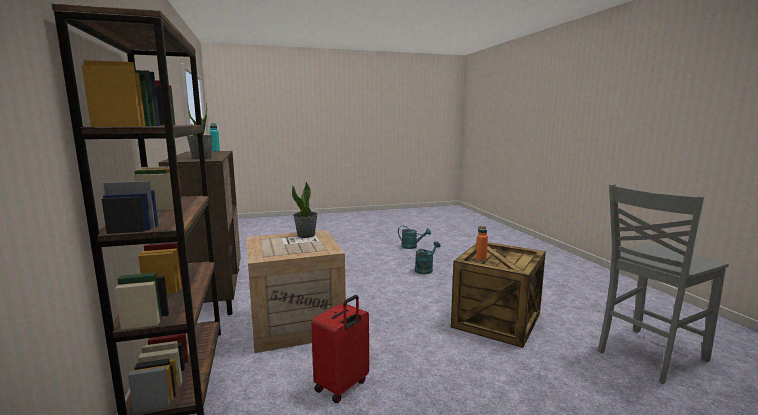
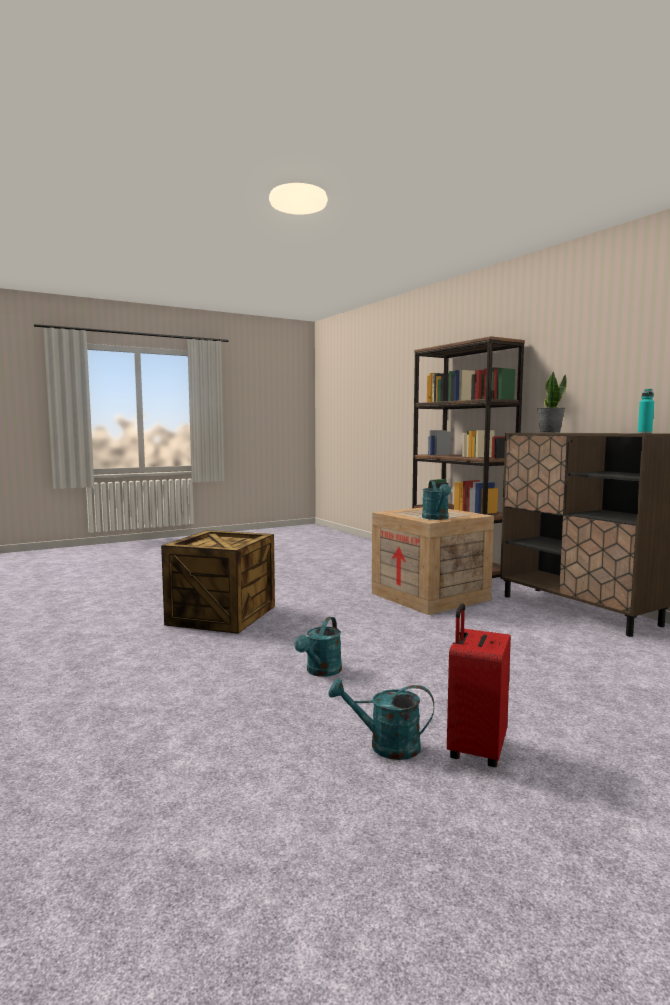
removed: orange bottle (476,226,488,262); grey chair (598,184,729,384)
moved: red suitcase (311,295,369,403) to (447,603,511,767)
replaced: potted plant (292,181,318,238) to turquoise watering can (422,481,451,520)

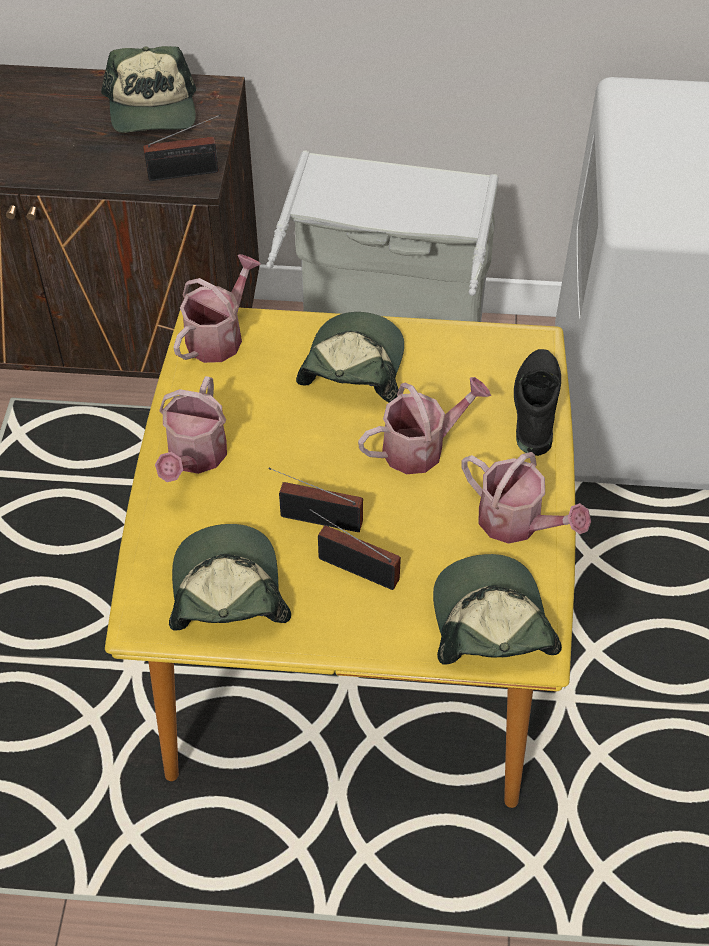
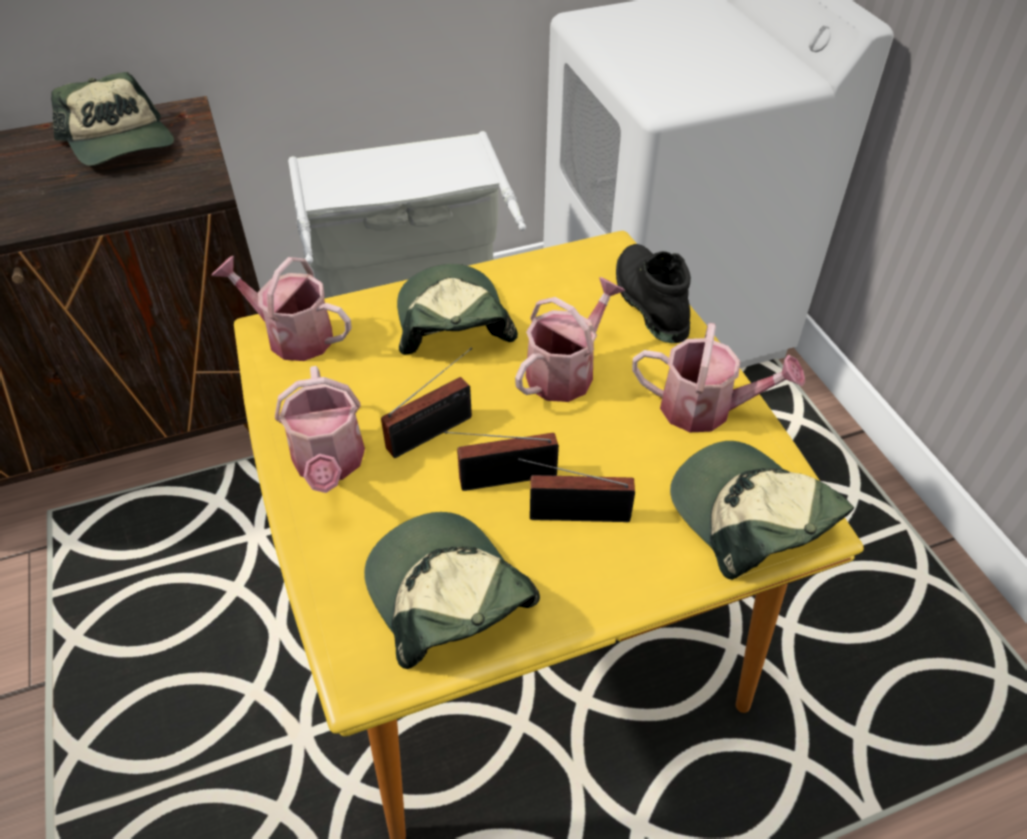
moved: radio (143,114,221,181) to (381,347,472,458)
turned: watering can (173,254,261,363) = (211,256,352,361) 75 degrees counterclockwise

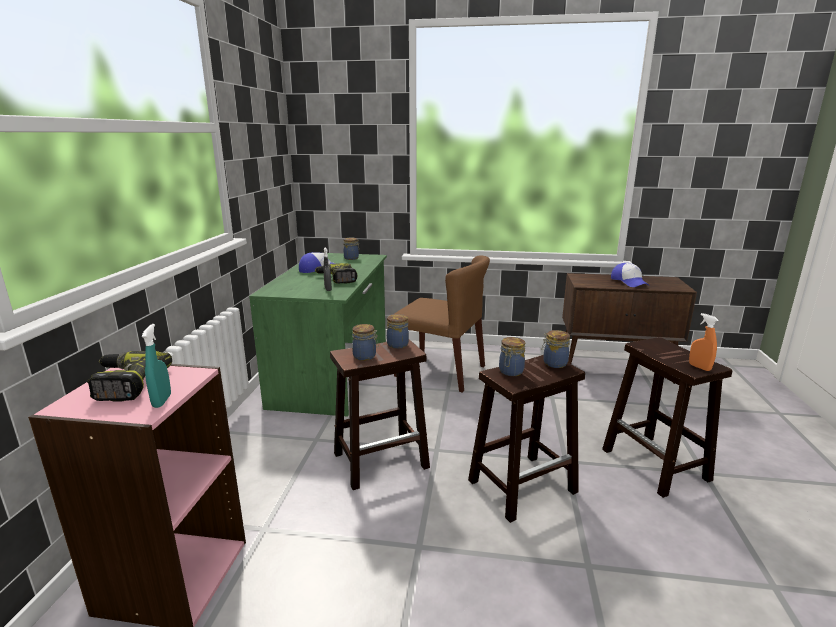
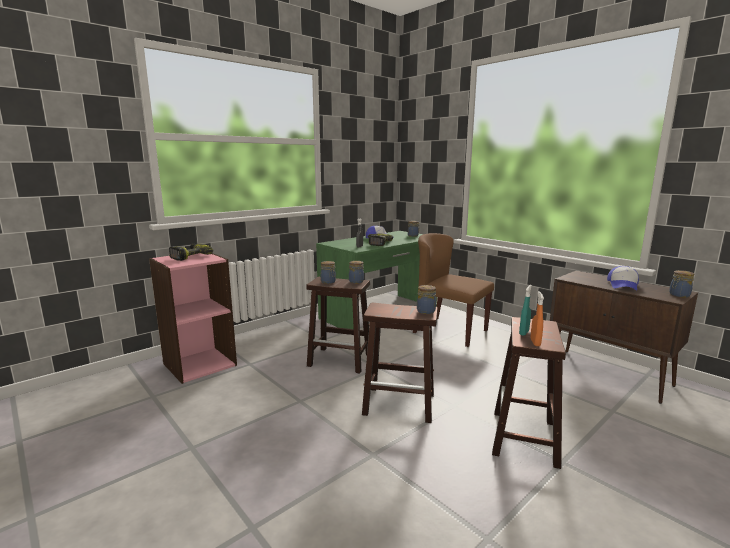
moved: turquoise spray bottle (142,324,171,408) to (519,285,532,336); jar (499,337,525,376) to (669,270,694,297)
turned: brown chair (394,255,490,393) = (413,233,494,347) 150 degrees clockwise

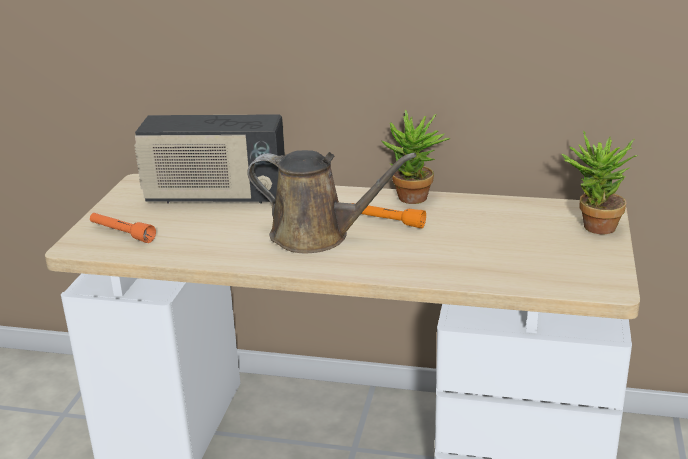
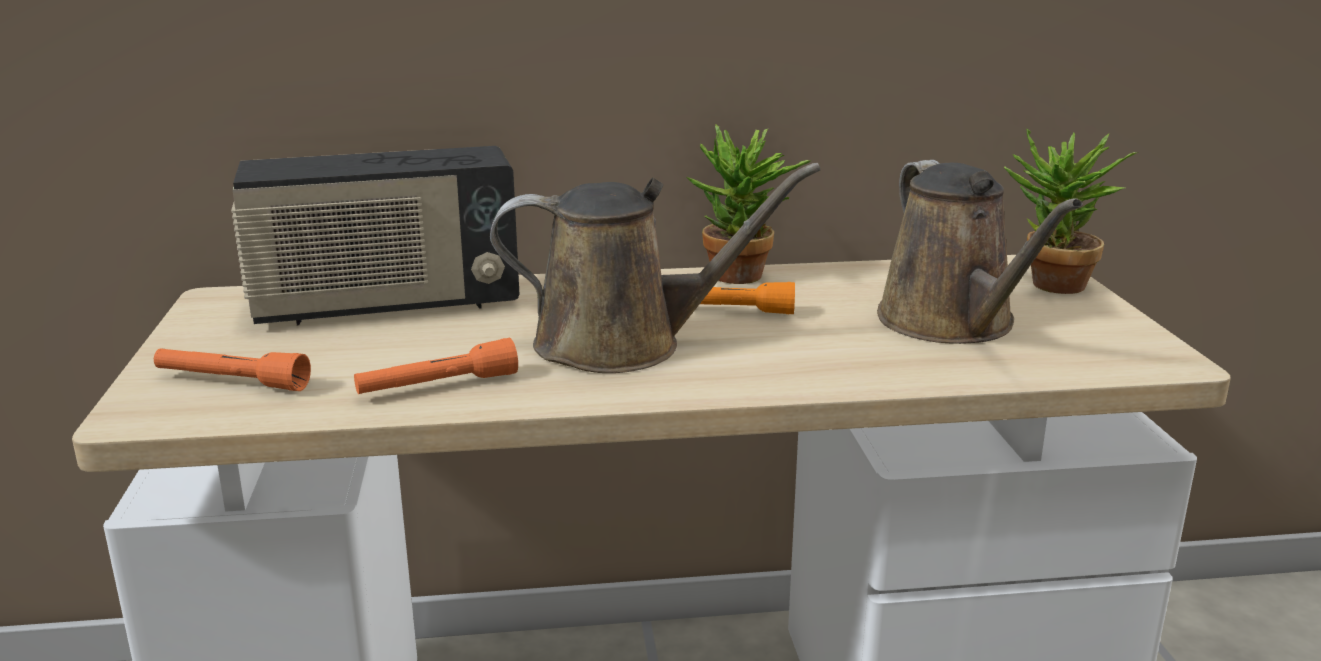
added: orange flashlight (354,338,518,394); brown watering can (877,160,1083,344)

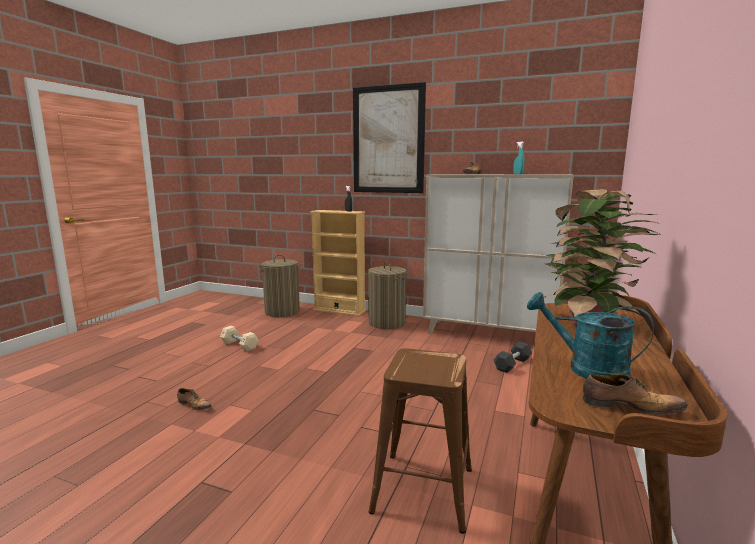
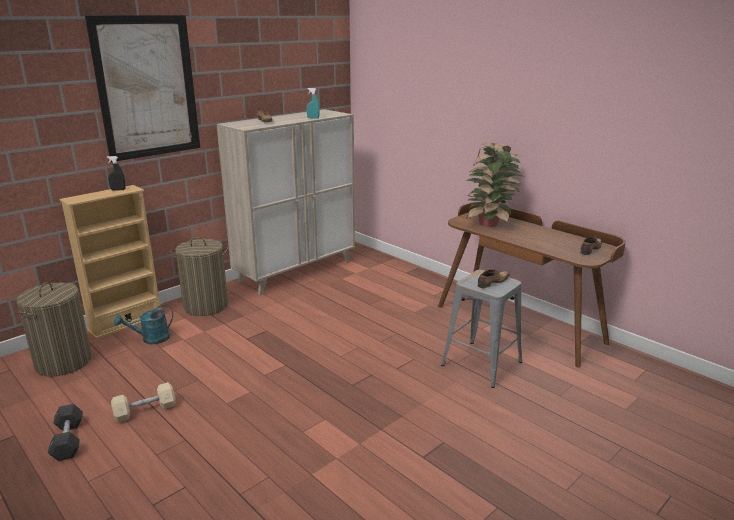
moved: shoe (177,388,211,410) to (478,269,510,288); black dumbbell (494,342,532,373) to (48,404,83,461); turquoise watering can (527,292,654,379) to (114,305,173,344)
recoloured: brown stool (369,348,472,534) to grey stool (441,270,522,388)

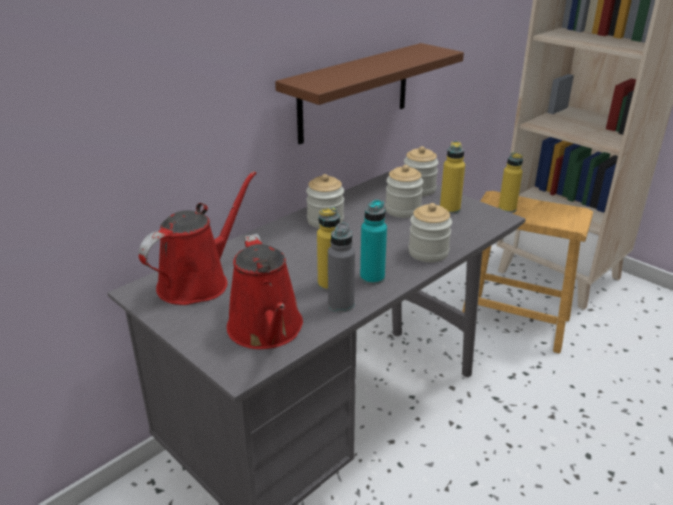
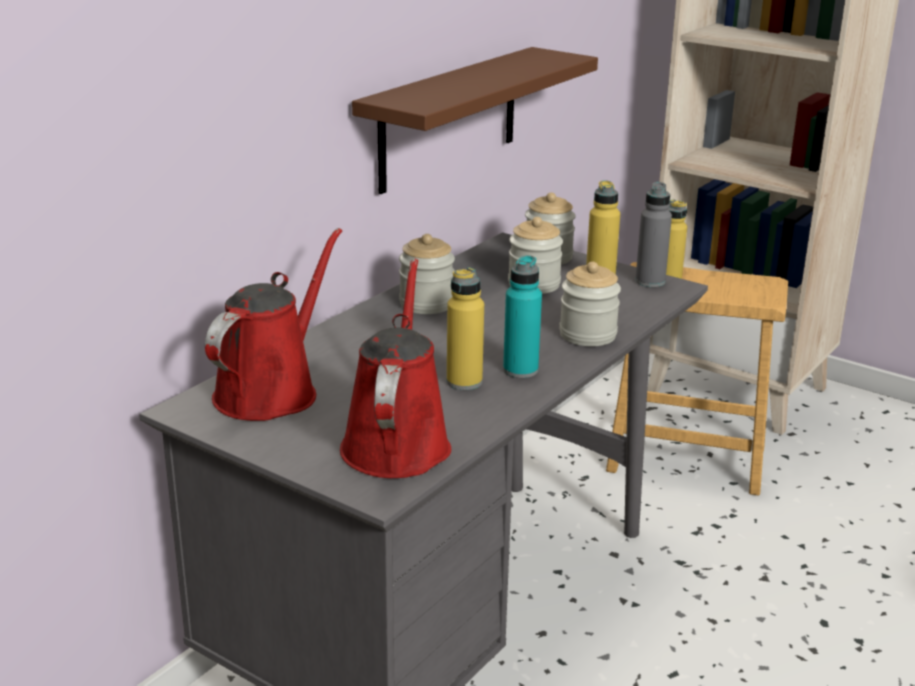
moved: grey bottle (328,222,355,312) to (635,182,672,287)
turned: red watering can (227,234,303,349) = (340,259,451,478) 150 degrees counterclockwise

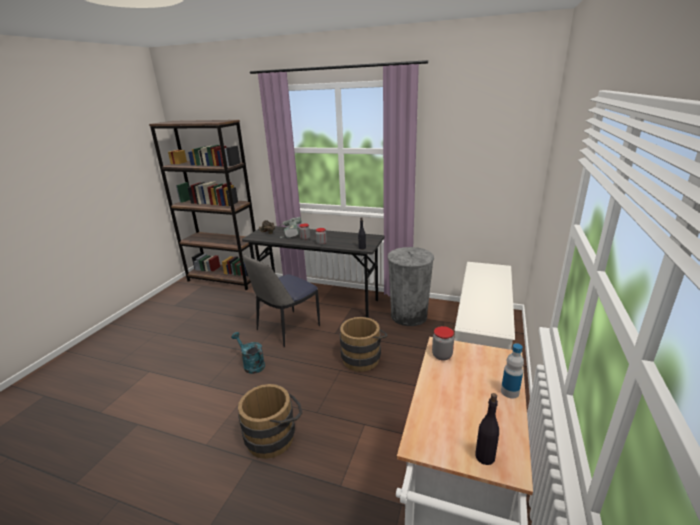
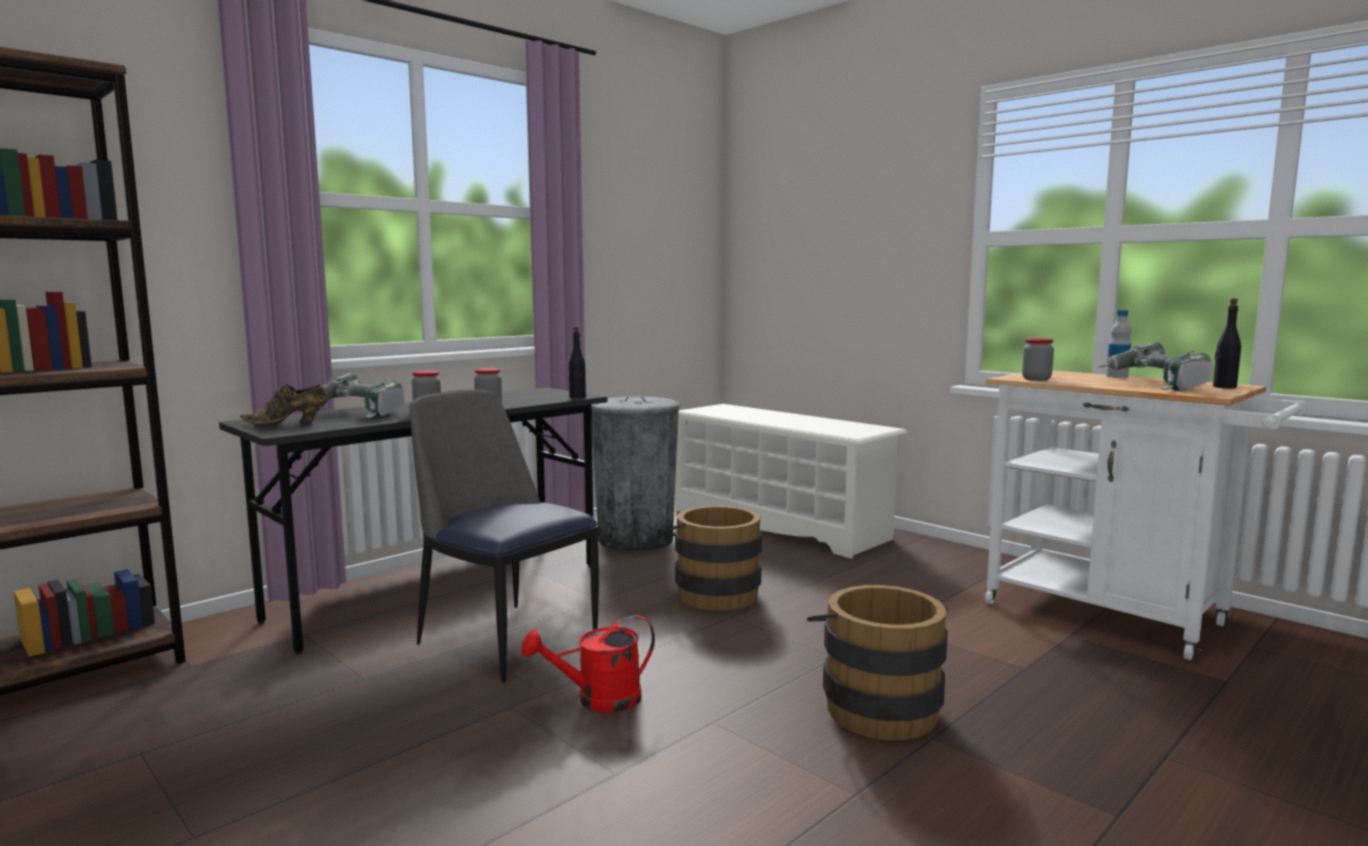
added: power drill (1098,342,1212,390)
recoloured: turquoise watering can (231,332,265,374) to red watering can (522,615,655,713)
turned: chair (243,254,320,347) = (409,390,599,683) 150 degrees clockwise

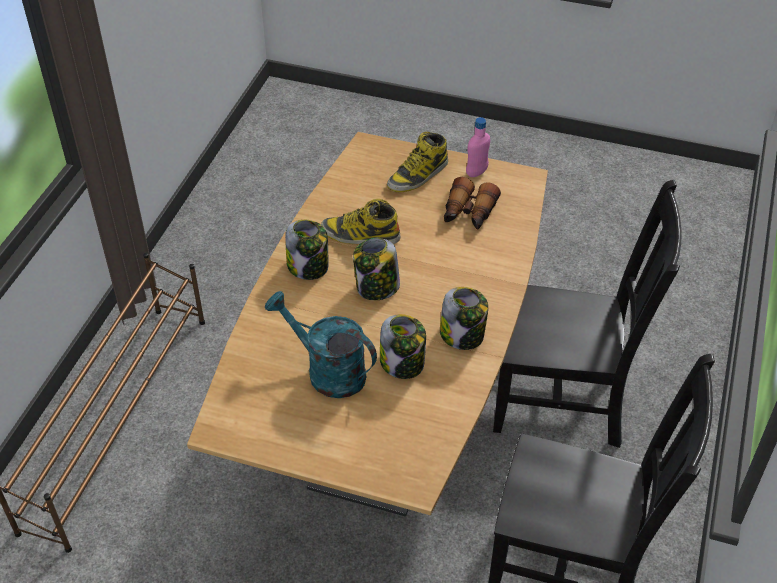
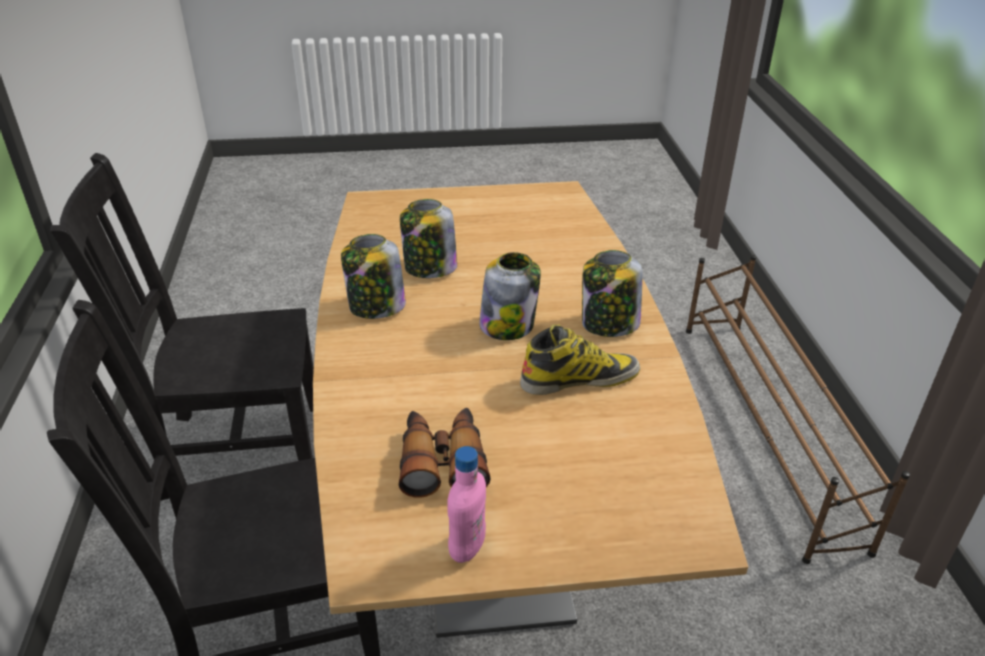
removed: turquoise watering can (265,291,377,398); boot (387,132,448,192)

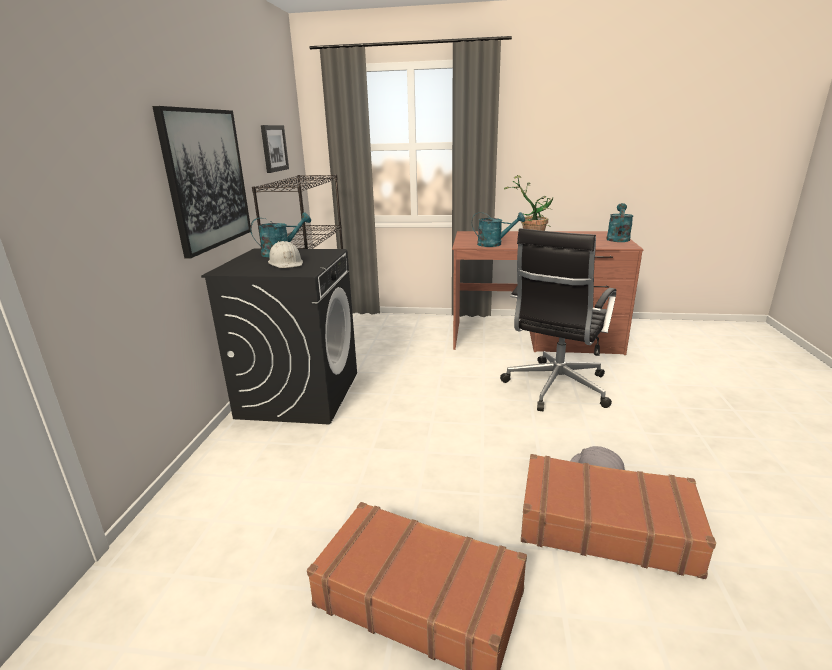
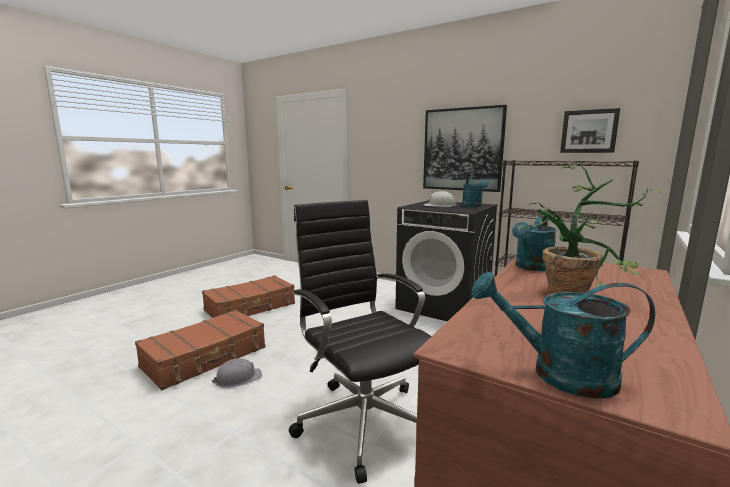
turned: turquoise watering can (606,203,634,242) = (471,272,655,399) 150 degrees clockwise

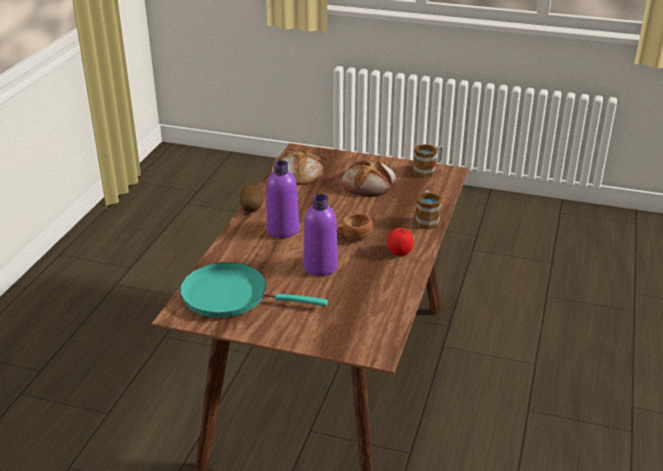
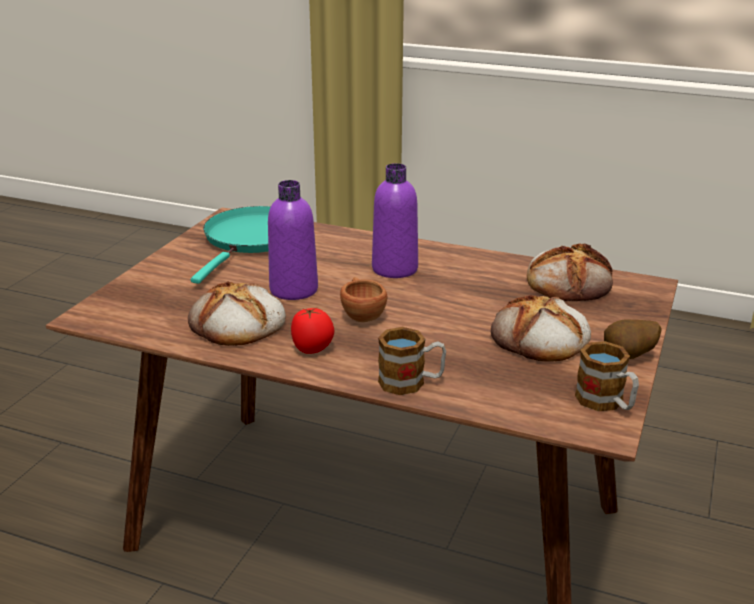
added: bread (188,281,286,346)
moved: potato (240,184,263,212) to (604,319,662,359)

